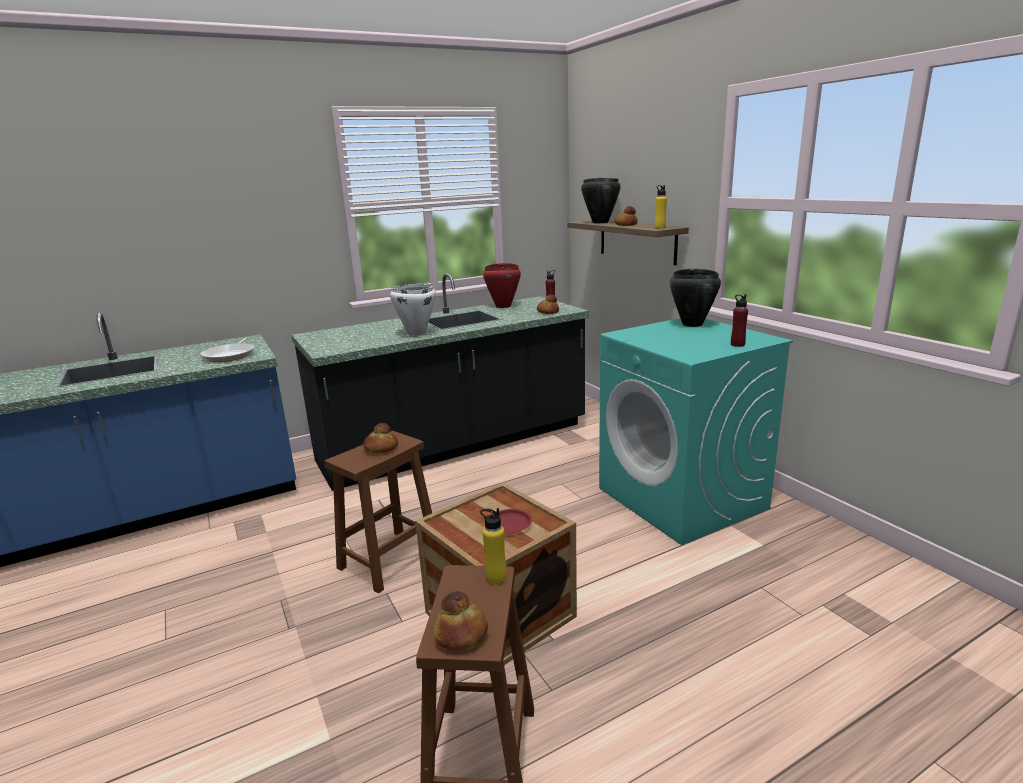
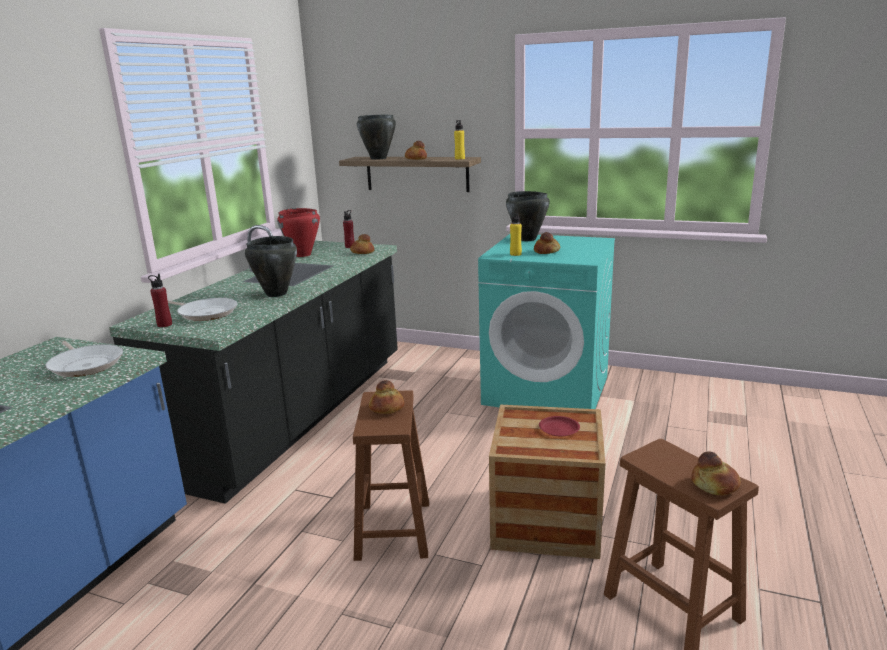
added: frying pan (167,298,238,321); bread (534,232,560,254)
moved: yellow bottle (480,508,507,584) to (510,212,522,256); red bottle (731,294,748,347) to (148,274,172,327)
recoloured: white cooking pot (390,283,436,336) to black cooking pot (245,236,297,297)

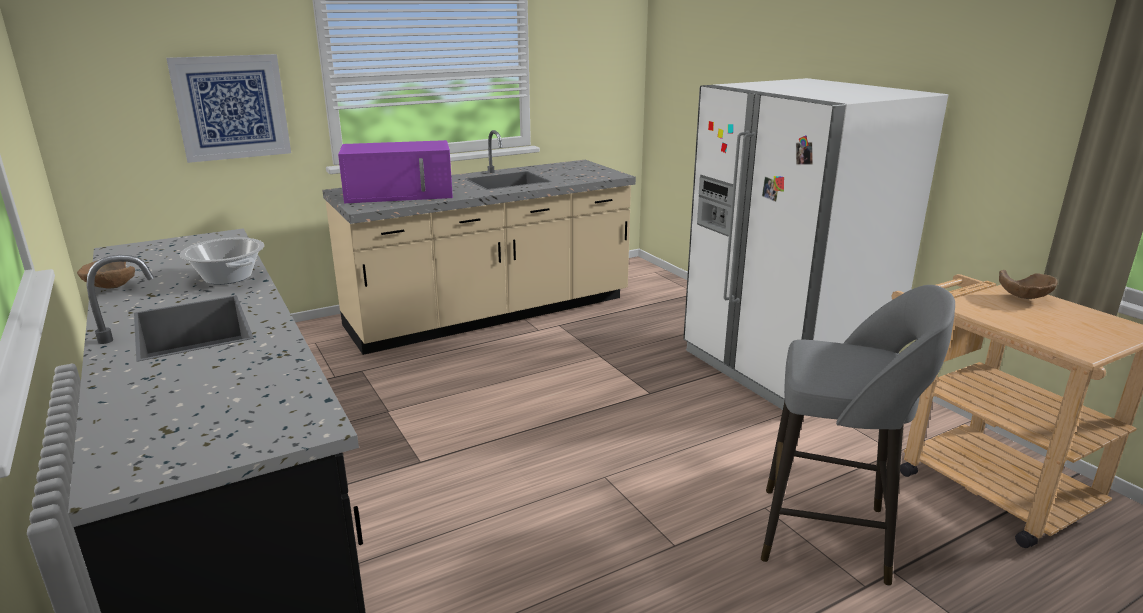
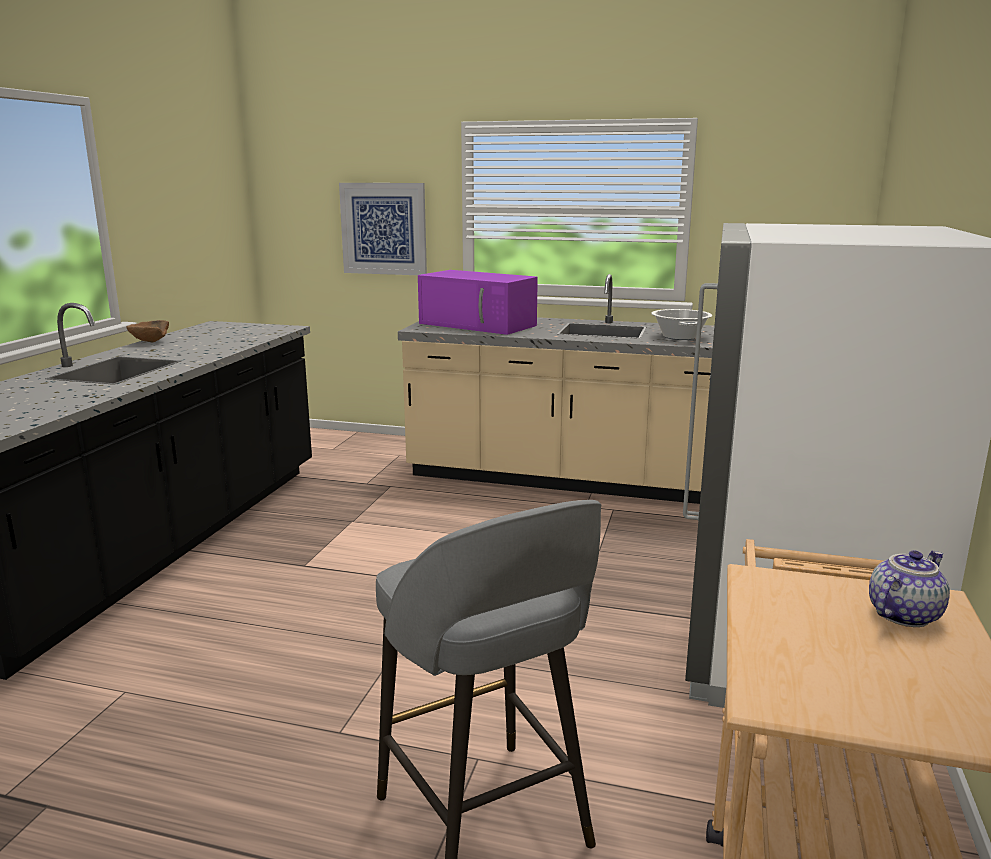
moved: cooking pot (180,237,264,285) to (651,309,712,340)
replaced: brown bowl (999,270,1058,299) to teapot (869,550,950,627)

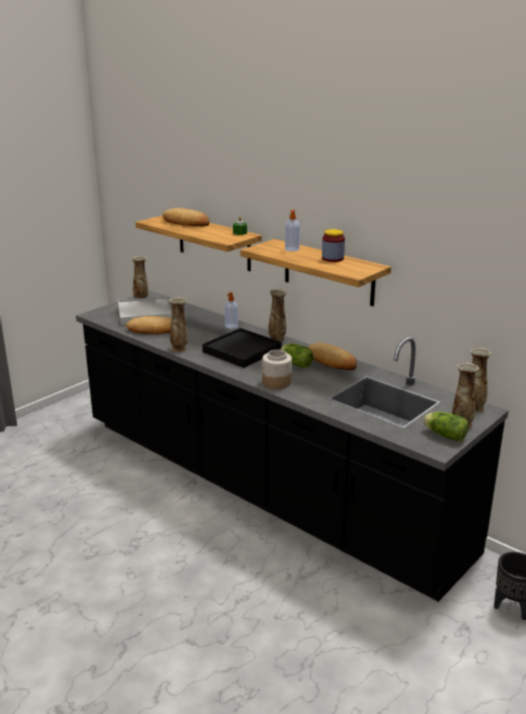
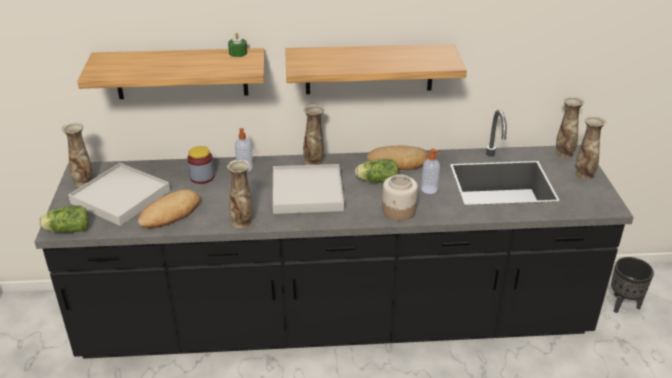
removed: bread (163,208,209,226)
moved: soap dispenser (285,210,300,251) to (421,148,441,194); jar (322,229,345,262) to (187,146,214,184); lettuce (423,412,468,441) to (39,205,89,233)
recoloured: black tray (202,328,281,368) to white tray (273,164,344,214)

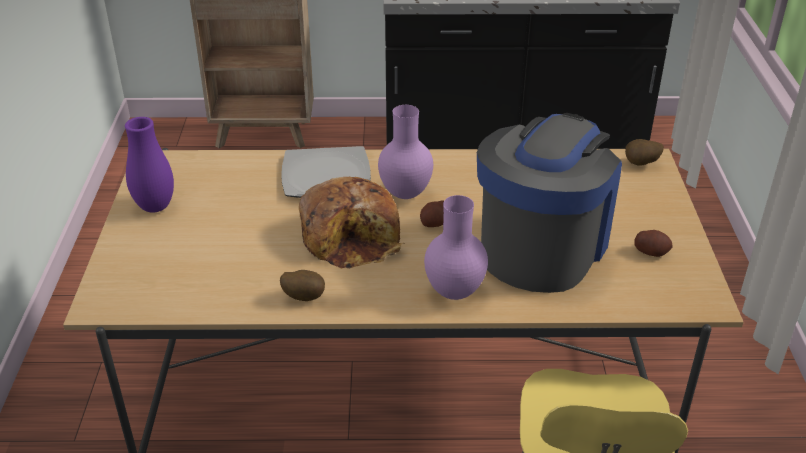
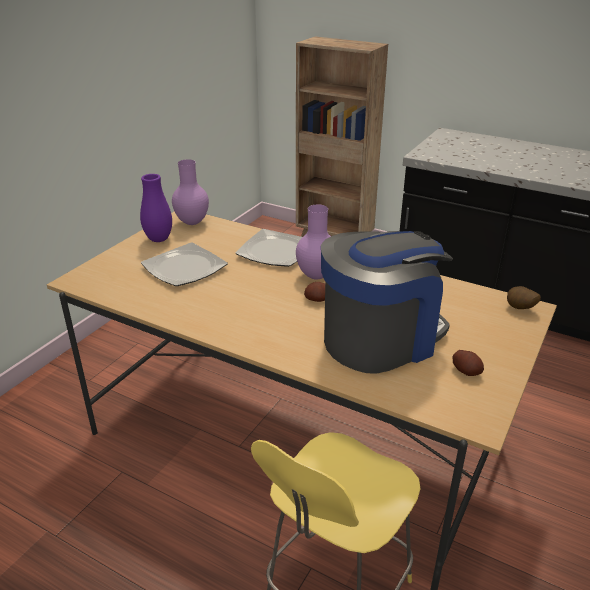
removed: potato (280,270,325,301); bread (299,177,404,269)
added: plate (141,243,228,286)
moved: purple vase (424,195,488,300) to (172,159,209,225)

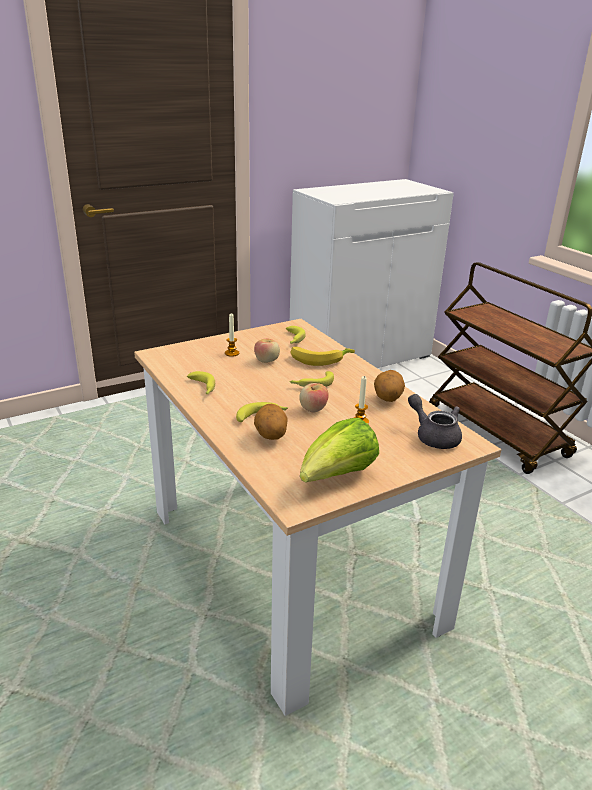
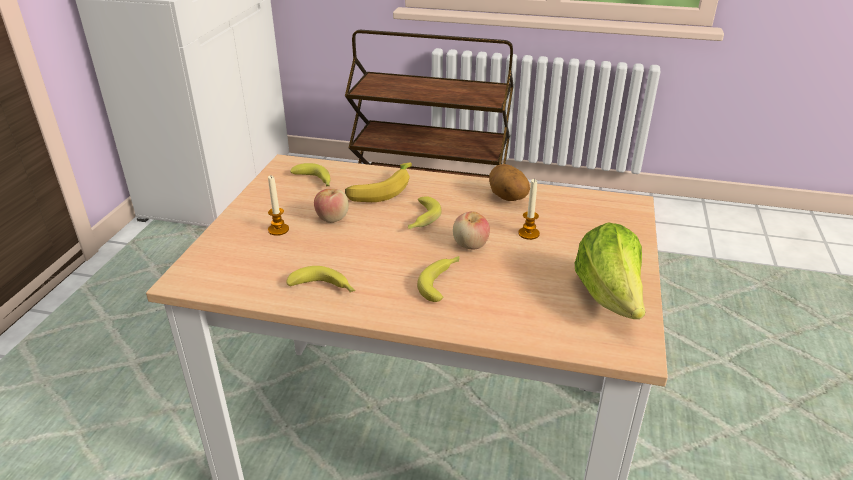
removed: potato (254,404,288,440); grey teapot (408,394,462,449)

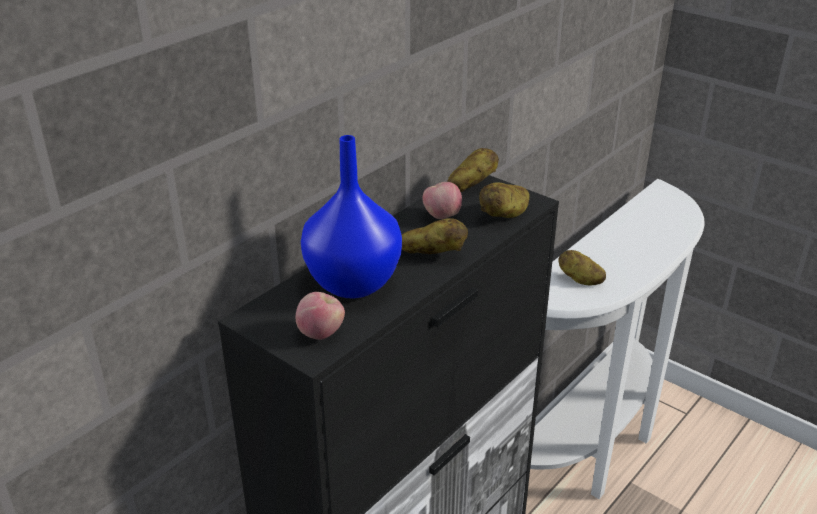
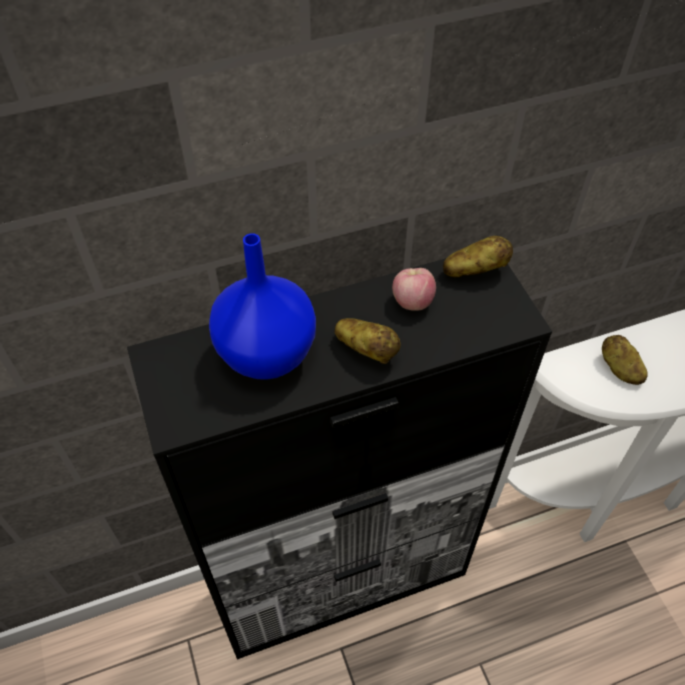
removed: apple (295,292,345,340); potato (479,182,530,218)

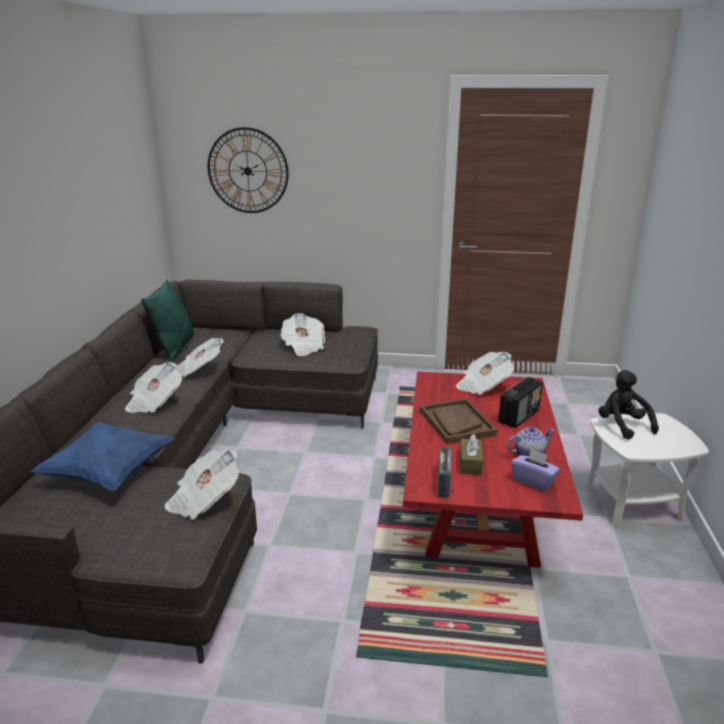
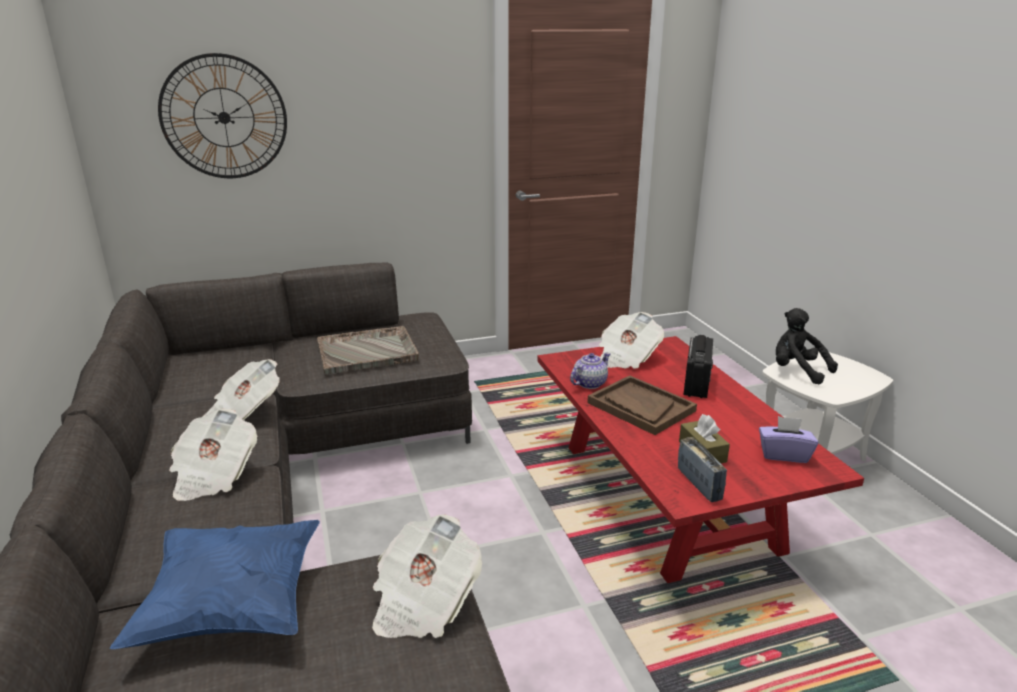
removed: green pillow (141,280,195,361)
moved: teapot (507,427,555,457) to (570,353,610,389)
replaced: newspaper (280,313,325,356) to grey tray (317,326,419,374)

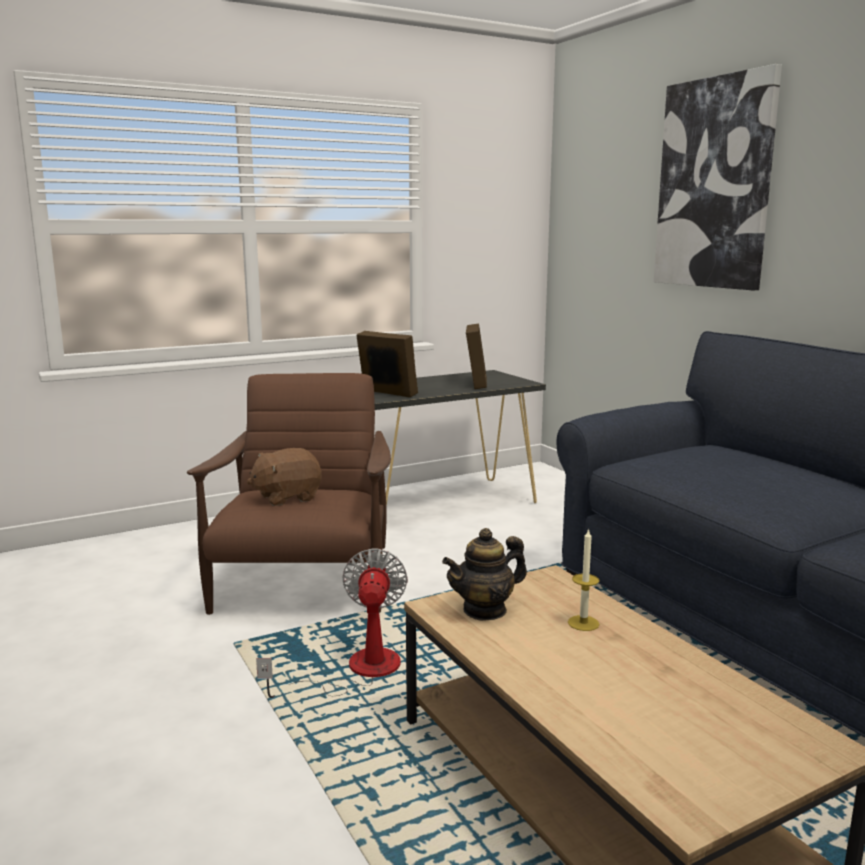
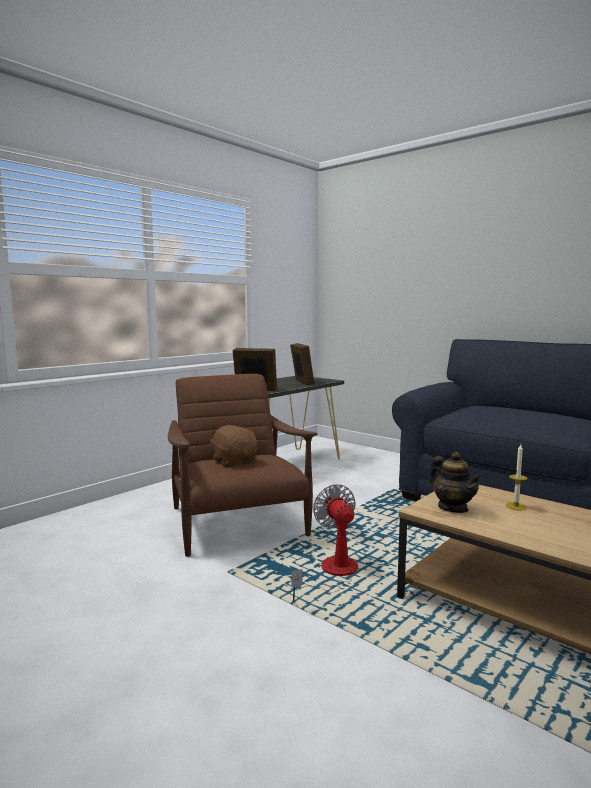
removed: picture (654,64,782,290)
turned: brown plush toy (247,448,322,506) = (209,425,257,467) 105 degrees clockwise; teapot (442,528,527,621) = (429,452,482,513) 75 degrees counterclockwise

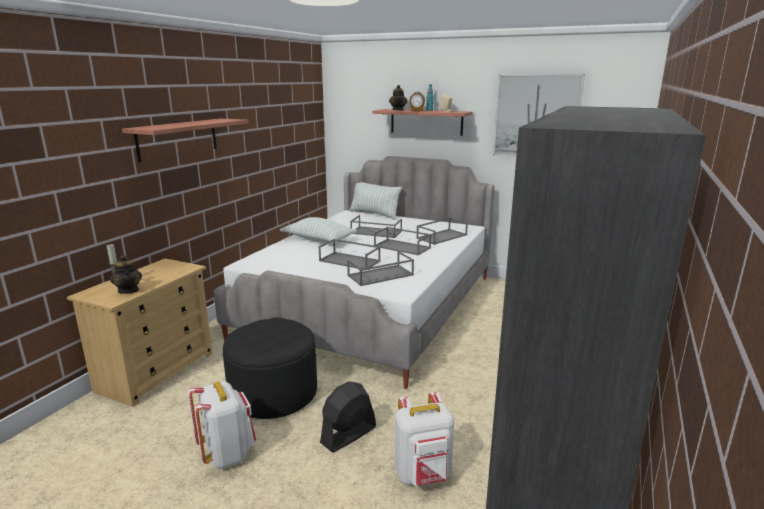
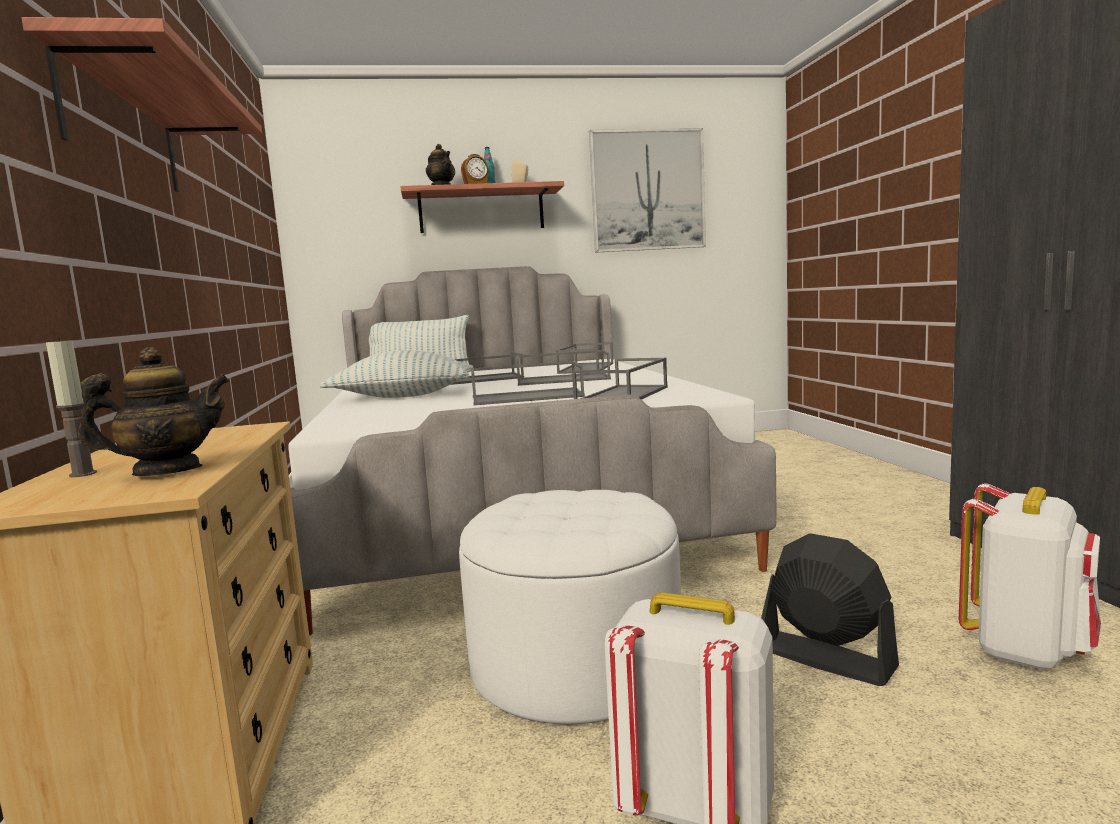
recoloured: black ottoman (223,317,317,419) to white ottoman (459,490,681,725)
turned: teapot (110,255,142,294) = (78,347,230,476) 45 degrees counterclockwise; black fan (320,382,376,453) = (761,533,899,686) 120 degrees clockwise

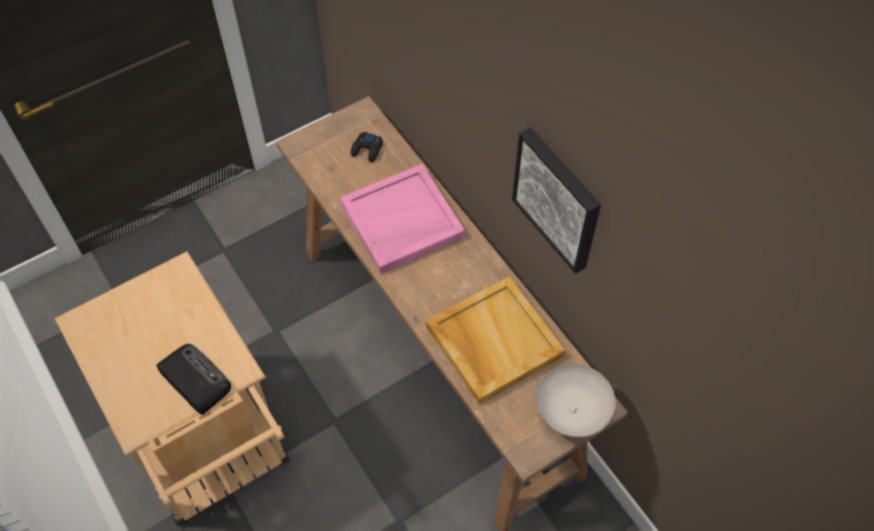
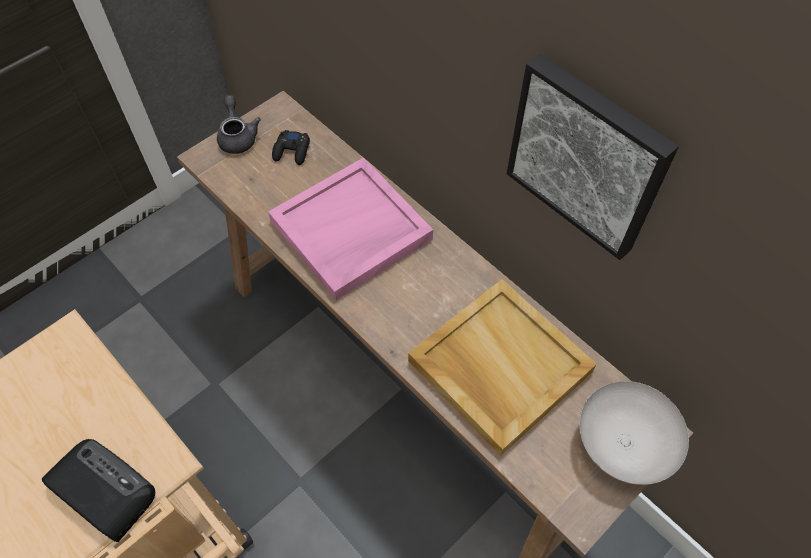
added: grey teapot (217,95,261,154)

